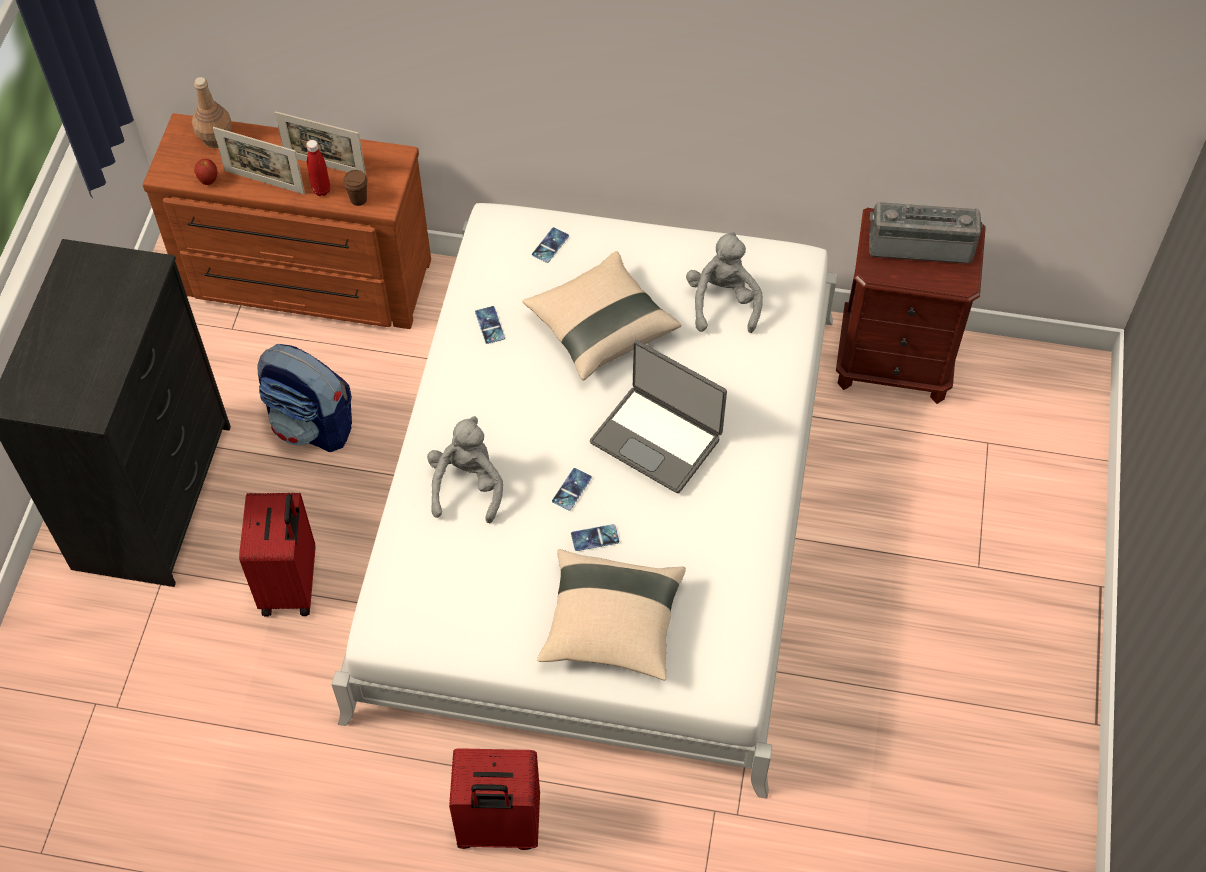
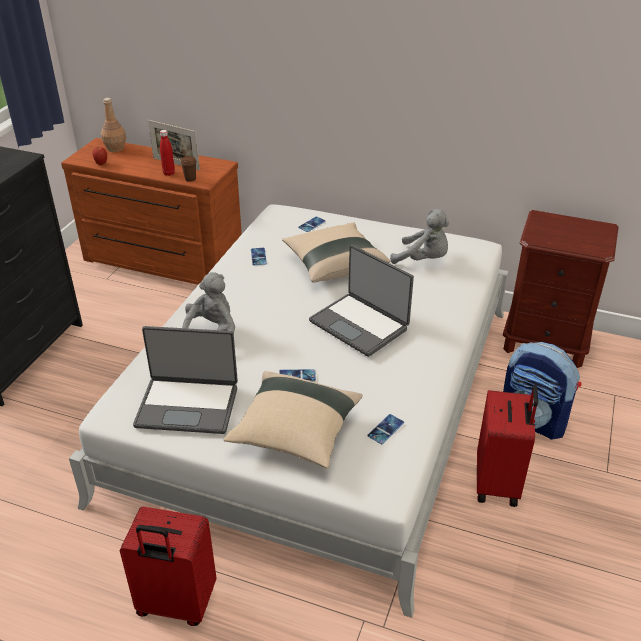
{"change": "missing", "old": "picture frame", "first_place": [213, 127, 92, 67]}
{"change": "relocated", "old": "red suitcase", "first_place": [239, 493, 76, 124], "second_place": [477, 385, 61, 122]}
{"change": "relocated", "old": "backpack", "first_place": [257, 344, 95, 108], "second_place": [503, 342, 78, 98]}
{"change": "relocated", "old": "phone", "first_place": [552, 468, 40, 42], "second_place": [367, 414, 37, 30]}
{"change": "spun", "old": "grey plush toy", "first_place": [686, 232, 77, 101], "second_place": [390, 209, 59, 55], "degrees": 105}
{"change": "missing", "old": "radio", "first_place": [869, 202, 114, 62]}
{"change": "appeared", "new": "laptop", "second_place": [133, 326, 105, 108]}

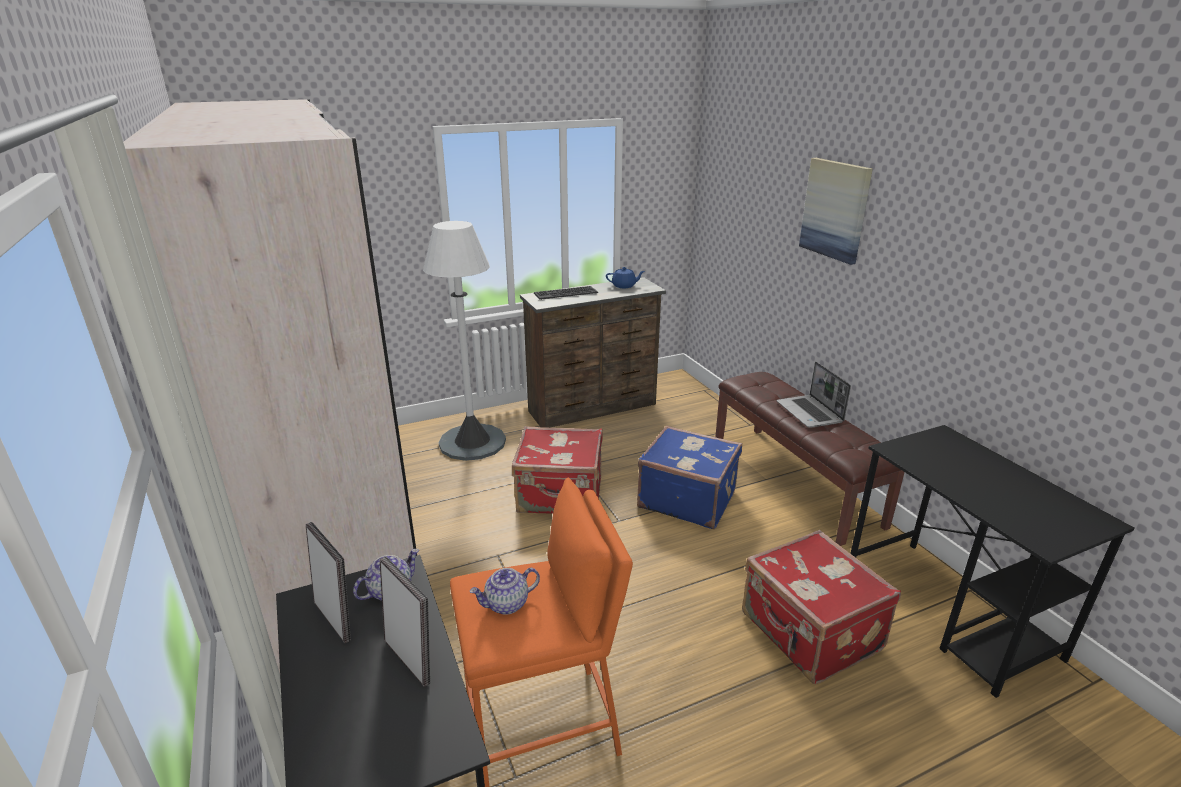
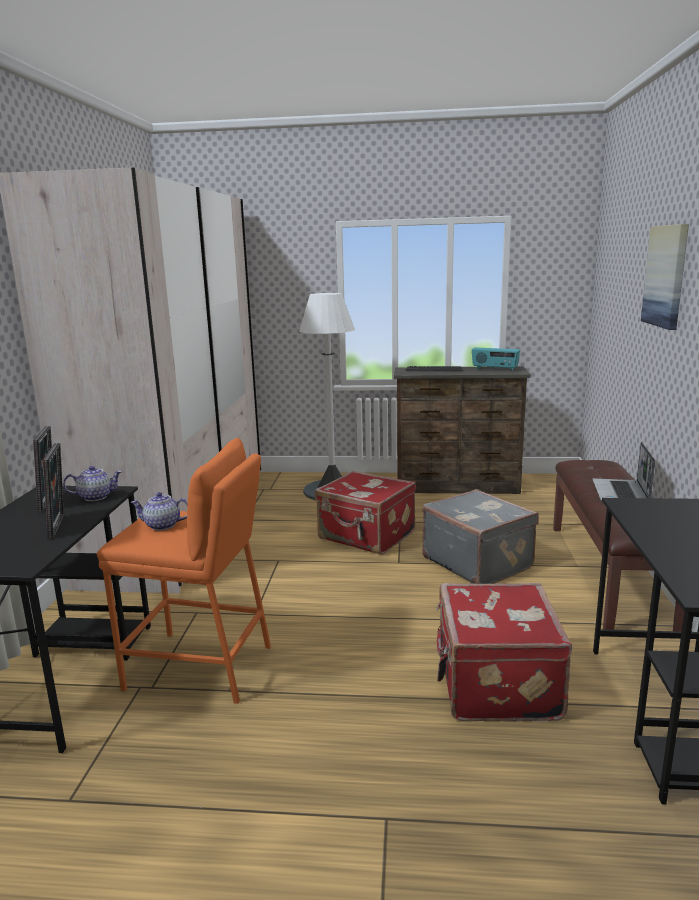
{"change": "exchanged", "old": "blue teapot", "new": "radio", "first_place": [606, 267, 39, 21], "second_place": [472, 348, 48, 23]}
{"change": "colour", "old": "blue suitcase", "new": "grey suitcase", "first_place": [637, 426, 105, 103], "second_place": [422, 489, 117, 95]}

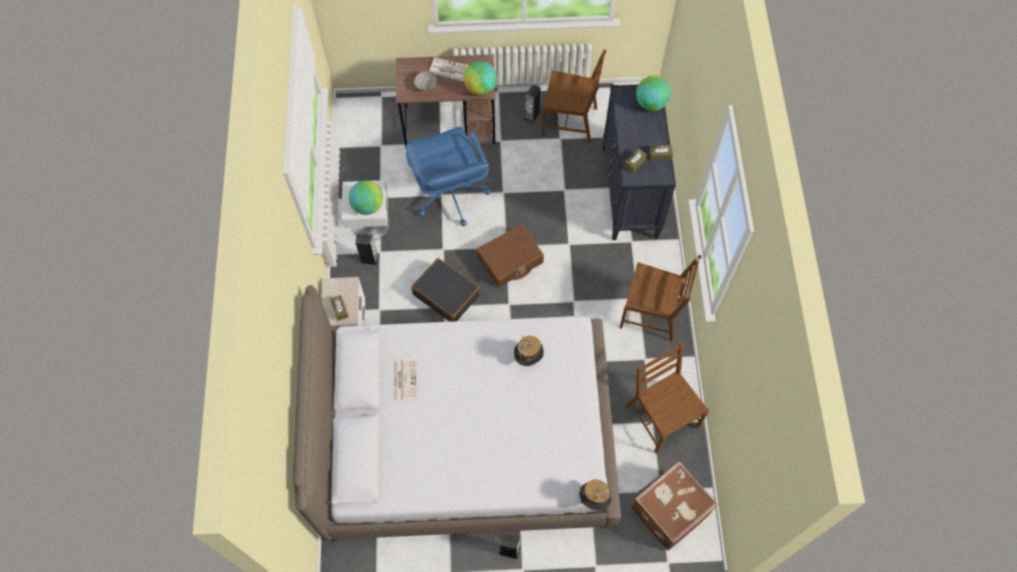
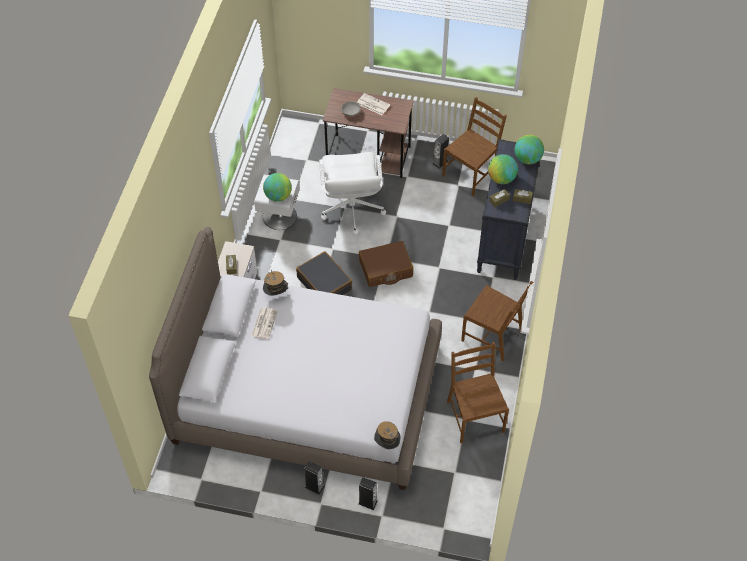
{"change": "relocated", "old": "speaker", "first_place": [355, 233, 24, 32], "second_place": [358, 477, 20, 33]}
{"change": "colour", "old": "blue office chair", "new": "white office chair", "first_place": [406, 127, 85, 99], "second_place": [319, 152, 67, 83]}
{"change": "relocated", "old": "globe", "first_place": [463, 61, 34, 34], "second_place": [488, 154, 30, 30]}
{"change": "relocated", "old": "hat", "first_place": [514, 336, 30, 30], "second_place": [263, 270, 25, 26]}
{"change": "spun", "old": "brown chair", "first_place": [542, 50, 64, 93], "second_place": [442, 97, 65, 99], "degrees": -75}
{"change": "missing", "old": "brown suitcase", "first_place": [631, 461, 87, 90]}

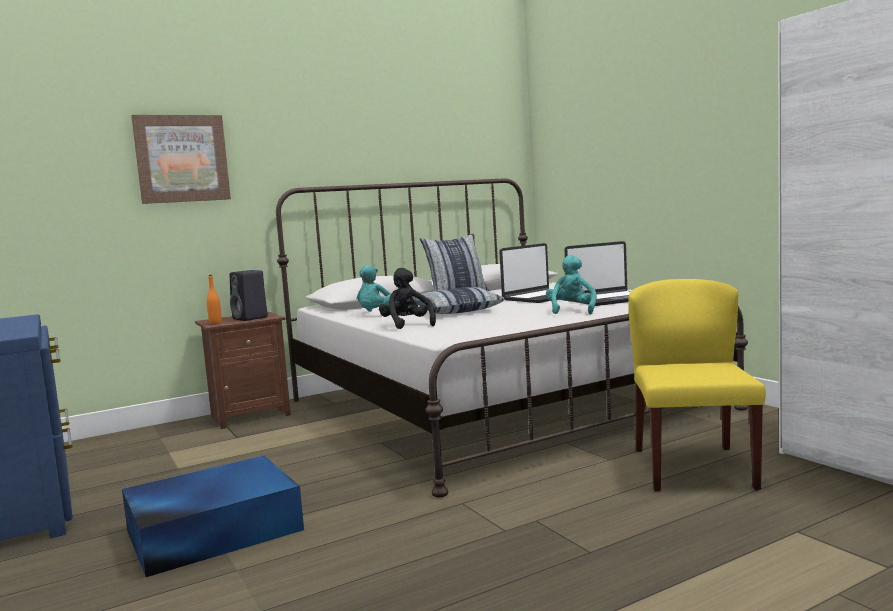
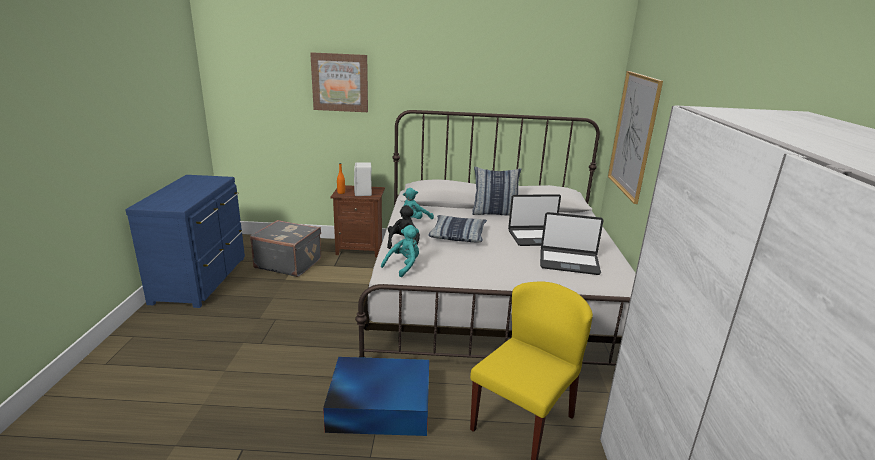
{"change": "relocated", "old": "blue storage box", "first_place": [122, 456, 182, 121], "second_place": [323, 357, 106, 79]}
{"change": "colour", "old": "black speaker", "new": "white speaker", "first_place": [230, 270, 38, 51], "second_place": [354, 162, 18, 34]}
{"change": "relocated", "old": "turquoise plush toy", "first_place": [546, 255, 51, 59], "second_place": [381, 225, 38, 52]}
{"change": "appeared", "new": "grey suitcase", "second_place": [250, 220, 71, 57]}
{"change": "appeared", "new": "picture", "second_place": [608, 71, 55, 133]}

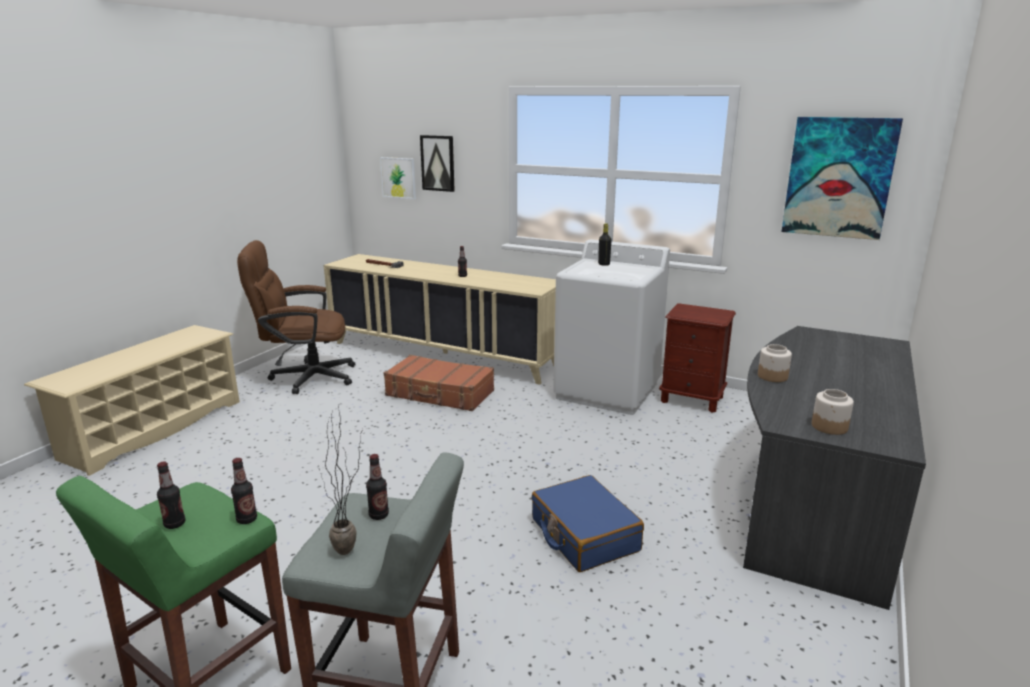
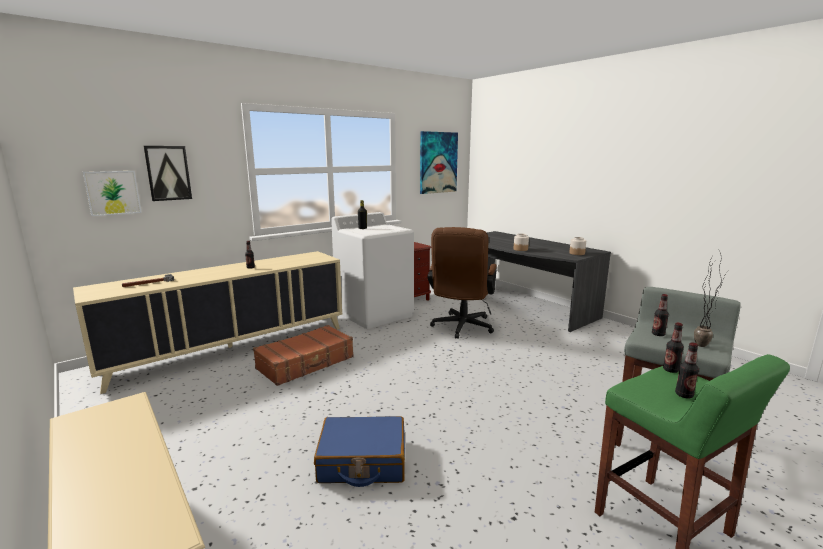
{"change": "relocated", "old": "brown office chair", "first_place": [237, 240, 119, 154], "second_place": [427, 227, 70, 112]}
{"change": "relocated", "old": "blue suitcase", "first_place": [531, 475, 113, 97], "second_place": [314, 416, 91, 71]}

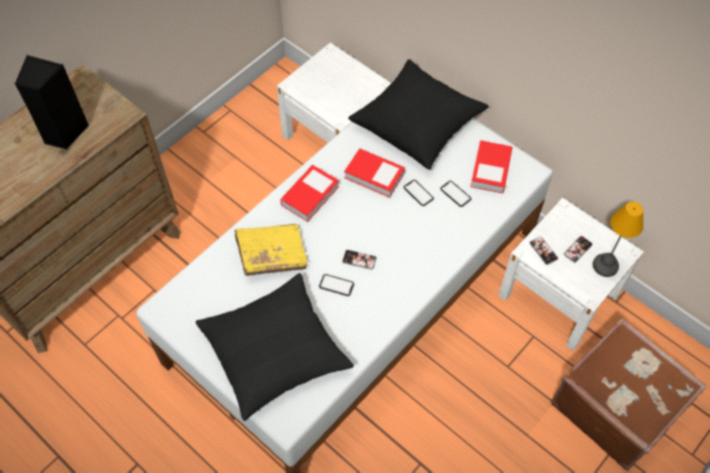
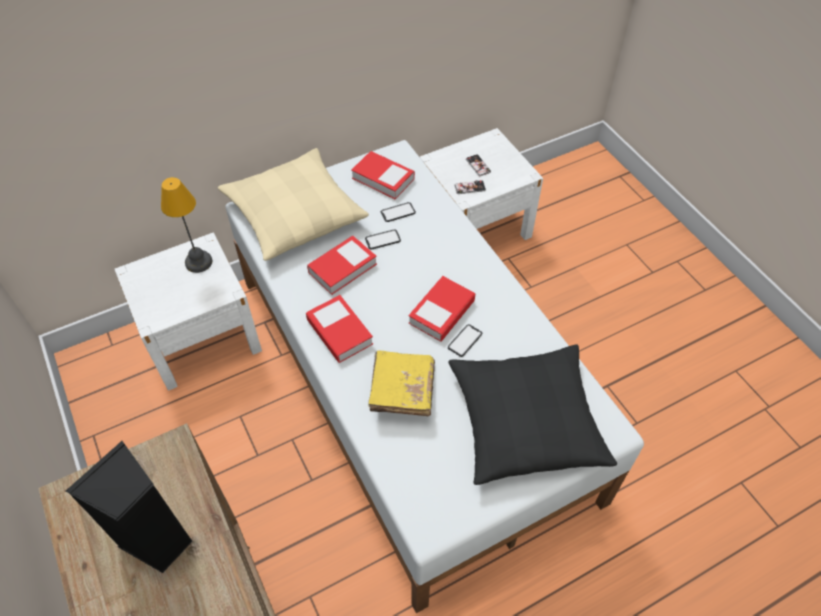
{"change": "exchanged", "old": "phone", "new": "book", "first_place": [342, 250, 35, 20], "second_place": [408, 276, 67, 66]}
{"change": "colour", "old": "black pillow", "new": "beige pillow", "first_place": [348, 59, 141, 111], "second_place": [218, 148, 151, 113]}
{"change": "missing", "old": "brown suitcase", "first_place": [551, 318, 156, 153]}
{"change": "relocated", "old": "table lamp", "first_place": [593, 201, 50, 76], "second_place": [161, 177, 51, 96]}

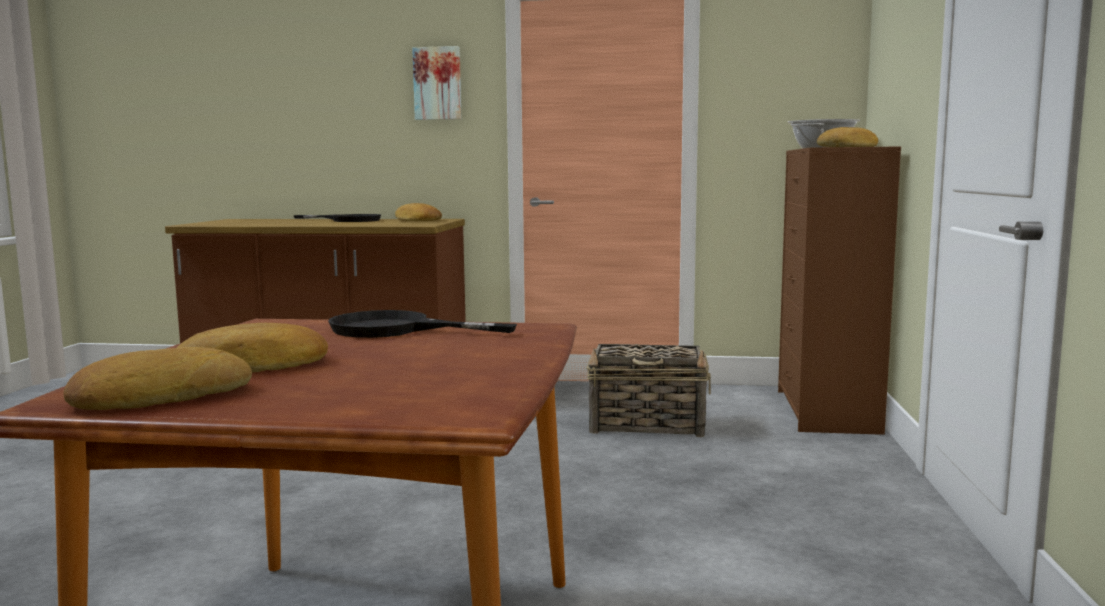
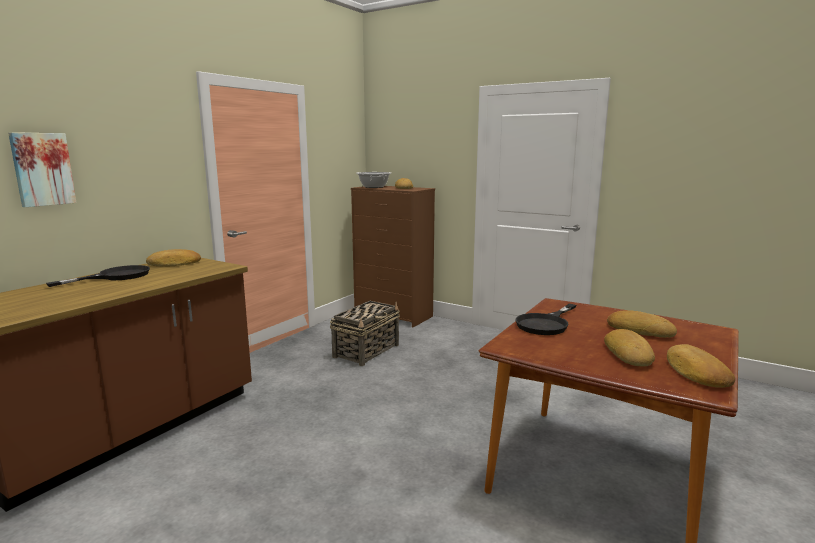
{"change": "relocated", "old": "picture", "first_place": [412, 46, 50, 74], "second_place": [8, 132, 68, 75]}
{"change": "appeared", "new": "bread", "second_place": [607, 310, 70, 28]}

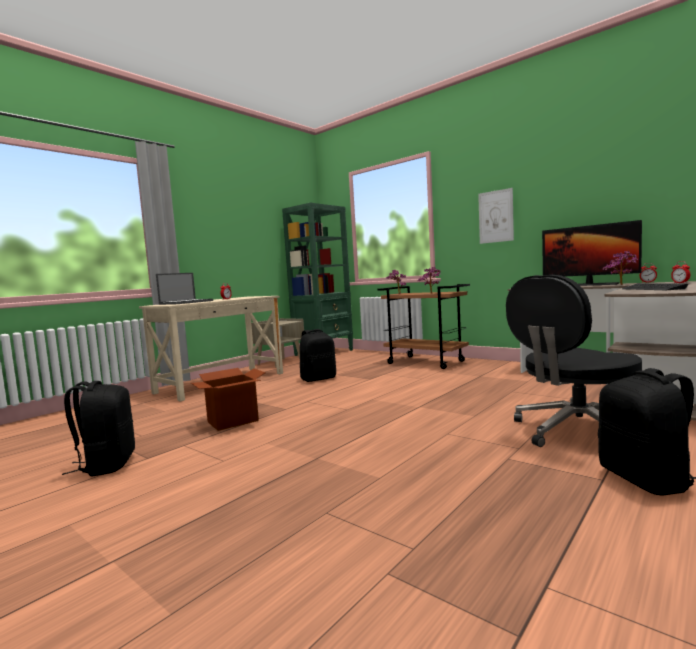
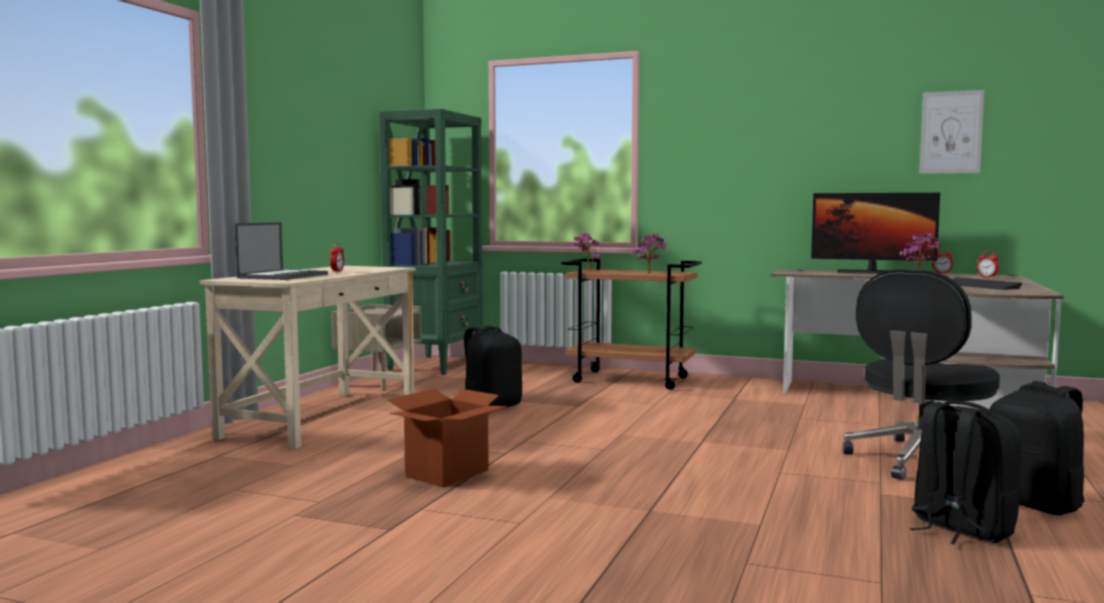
{"change": "relocated", "old": "black backpack", "first_place": [62, 381, 73, 95], "second_place": [909, 400, 113, 144]}
{"change": "relocated", "old": "picture", "first_place": [478, 188, 36, 56], "second_place": [919, 90, 66, 84]}

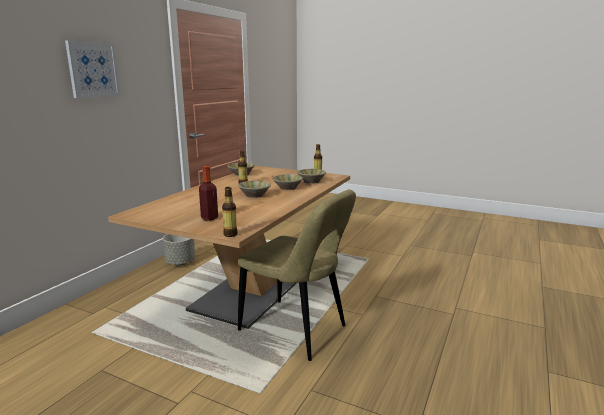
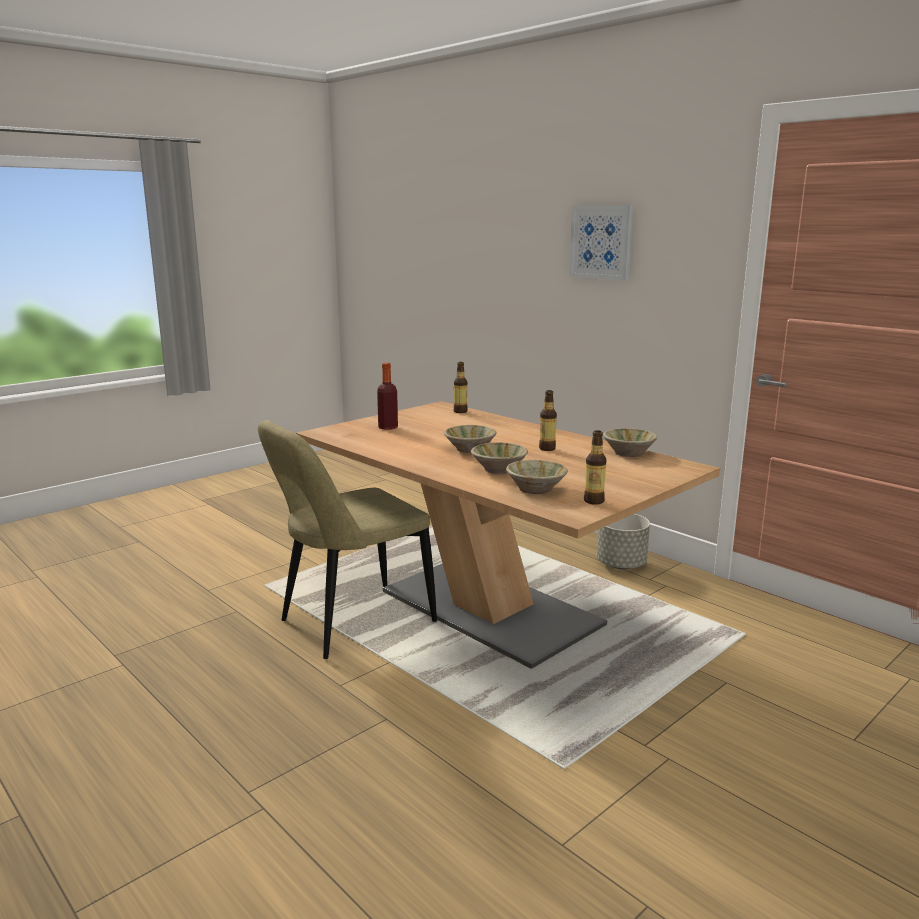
{"change": "relocated", "old": "bottle", "first_place": [222, 187, 16, 50], "second_place": [454, 362, 14, 51]}

